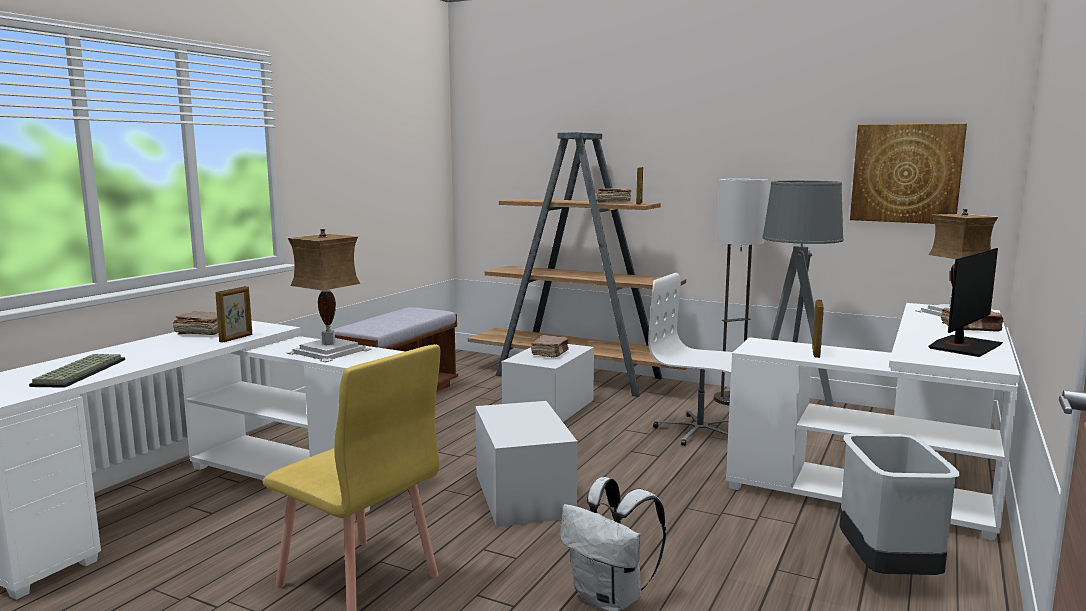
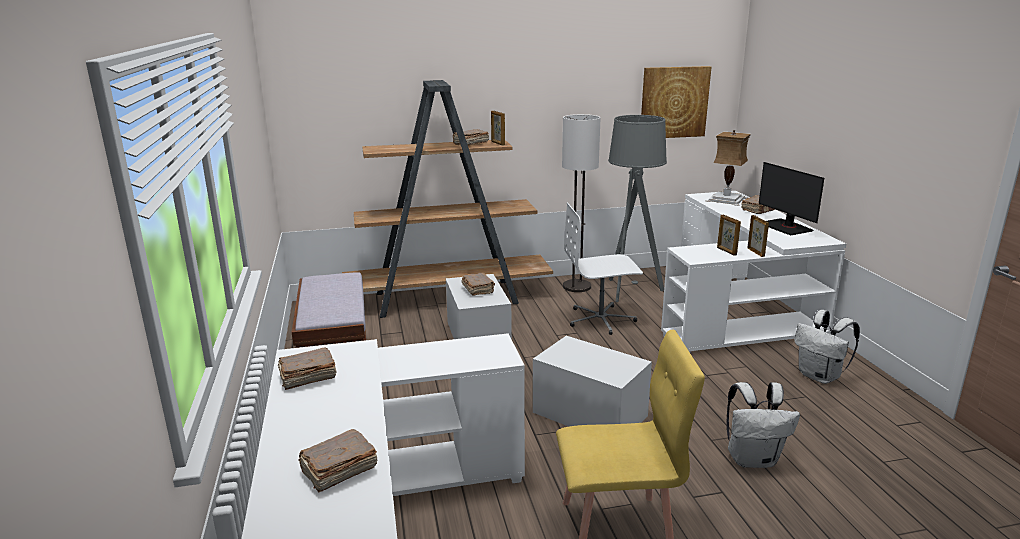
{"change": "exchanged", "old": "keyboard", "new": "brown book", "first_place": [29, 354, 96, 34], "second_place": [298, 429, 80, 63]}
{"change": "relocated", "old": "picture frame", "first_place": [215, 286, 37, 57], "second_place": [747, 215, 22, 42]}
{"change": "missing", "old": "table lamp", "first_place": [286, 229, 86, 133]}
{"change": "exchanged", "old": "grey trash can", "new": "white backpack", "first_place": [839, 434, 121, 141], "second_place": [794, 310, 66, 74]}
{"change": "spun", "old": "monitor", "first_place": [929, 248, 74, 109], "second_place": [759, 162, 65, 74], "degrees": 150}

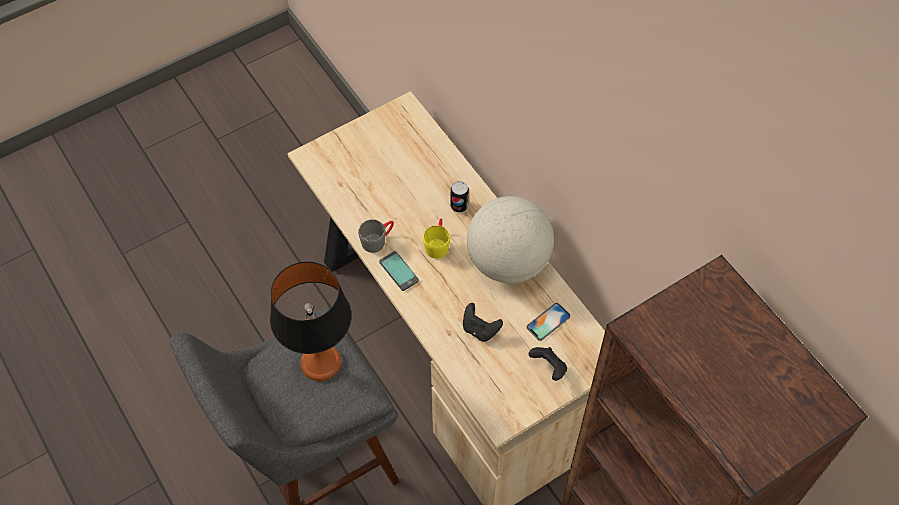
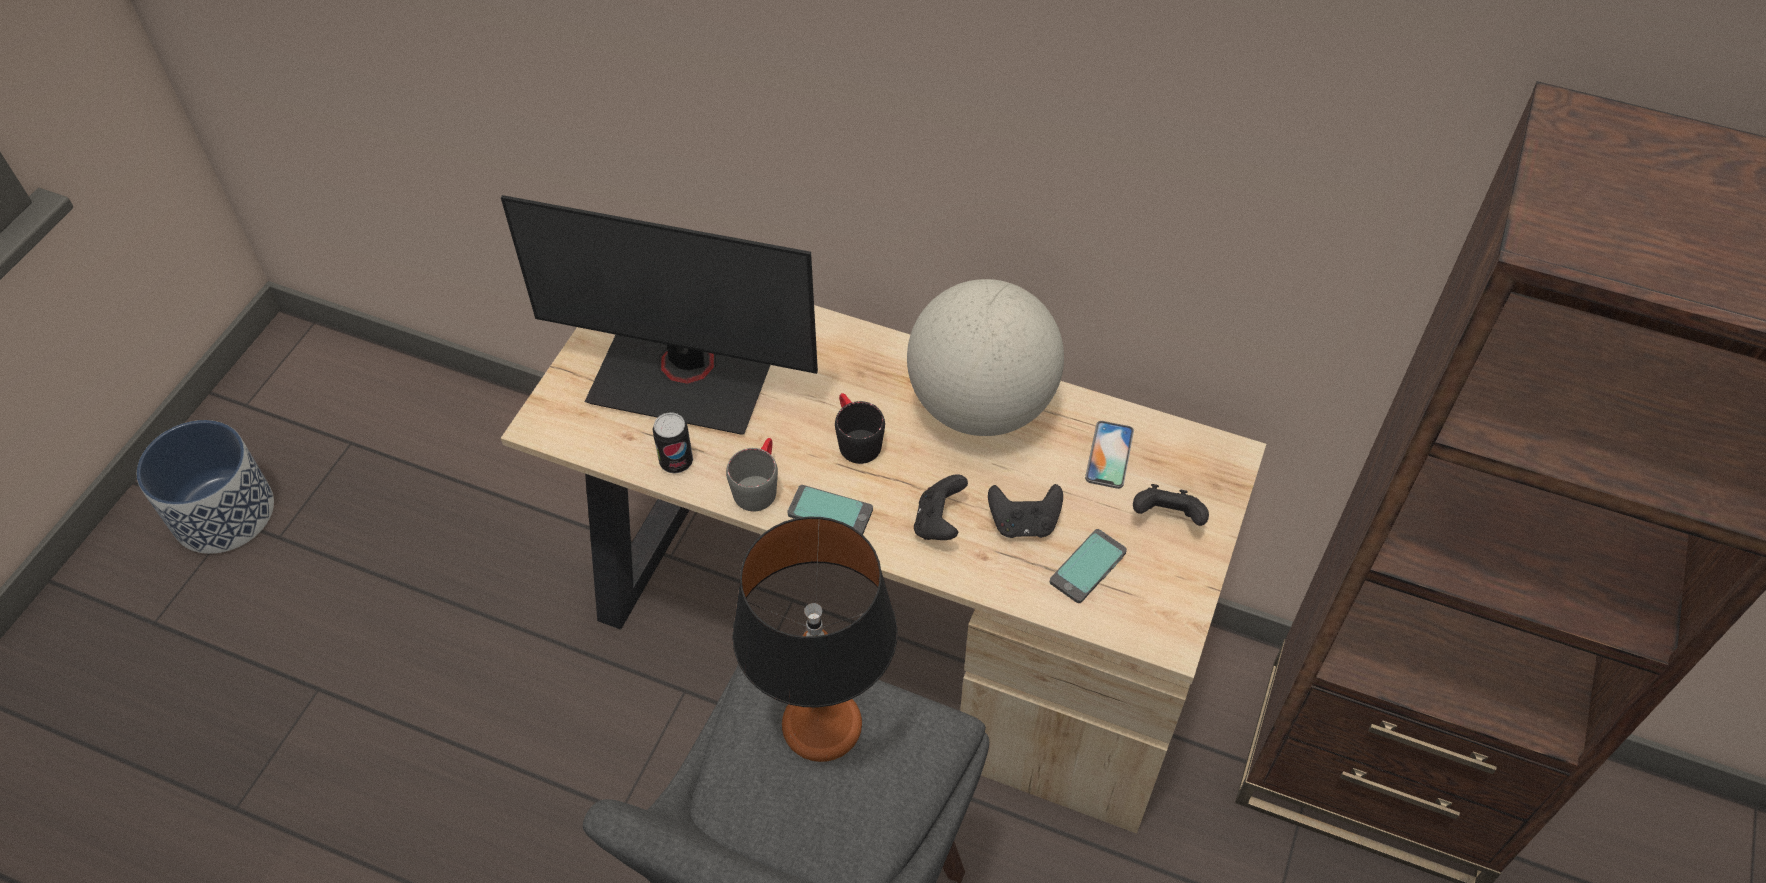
{"change": "colour", "old": "yellow mug", "new": "black mug", "first_place": [423, 218, 27, 41], "second_place": [835, 393, 50, 71]}
{"change": "relocated", "old": "can", "first_place": [451, 181, 18, 32], "second_place": [653, 412, 40, 62]}
{"change": "appeared", "new": "planter", "second_place": [136, 420, 138, 134]}
{"change": "appeared", "new": "monitor", "second_place": [501, 195, 317, 240]}
{"change": "appeared", "new": "black game controller", "second_place": [914, 475, 54, 65]}
{"change": "appeared", "new": "phone", "second_place": [1050, 529, 77, 74]}

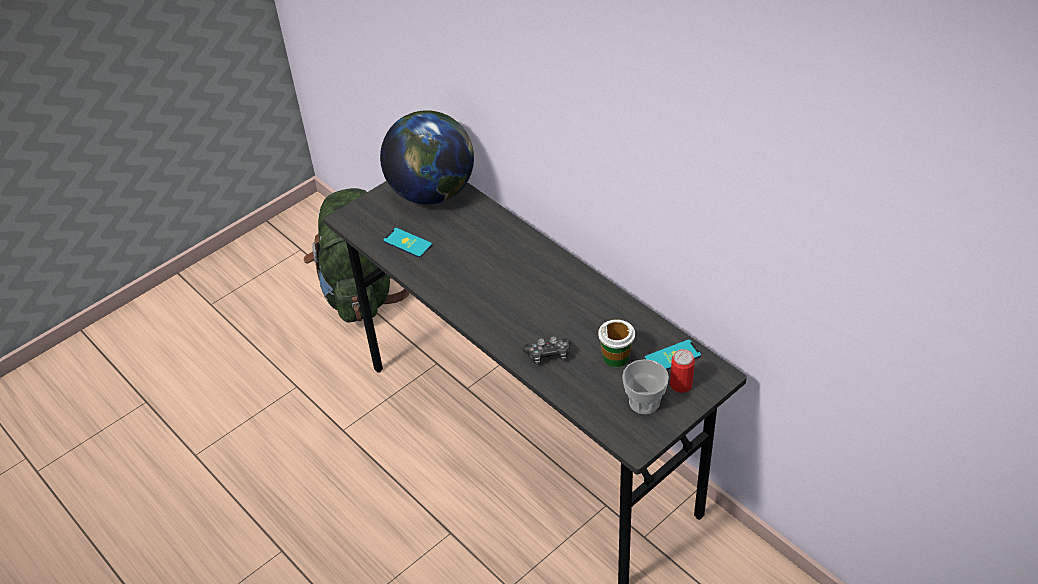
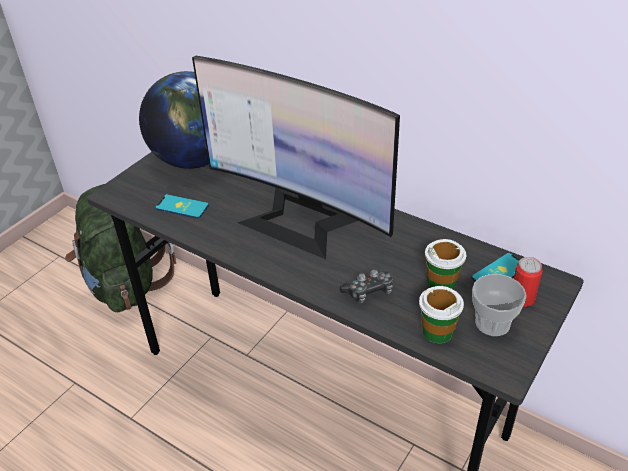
{"change": "appeared", "new": "monitor", "second_place": [192, 56, 208, 203]}
{"change": "appeared", "new": "cup", "second_place": [419, 286, 45, 57]}

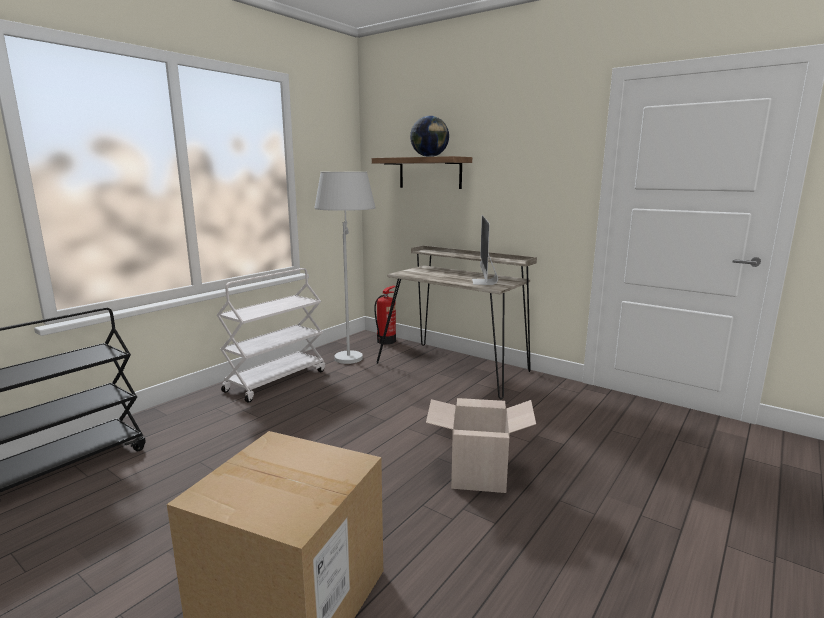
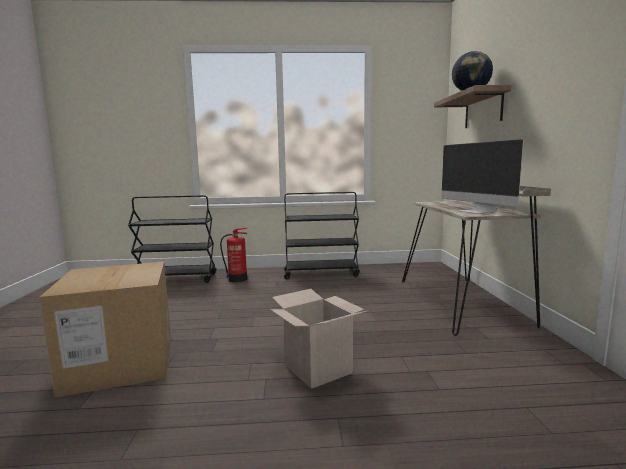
{"change": "colour", "old": "white cart", "new": "black cart", "first_place": [217, 268, 108, 135], "second_place": [284, 192, 76, 87]}
{"change": "missing", "old": "white floor lamp", "first_place": [315, 172, 60, 192]}
{"change": "relocated", "old": "fire extinguisher", "first_place": [374, 286, 22, 58], "second_place": [220, 227, 29, 55]}
{"change": "spun", "old": "monitor", "first_place": [472, 215, 26, 70], "second_place": [441, 139, 82, 75], "degrees": -75}

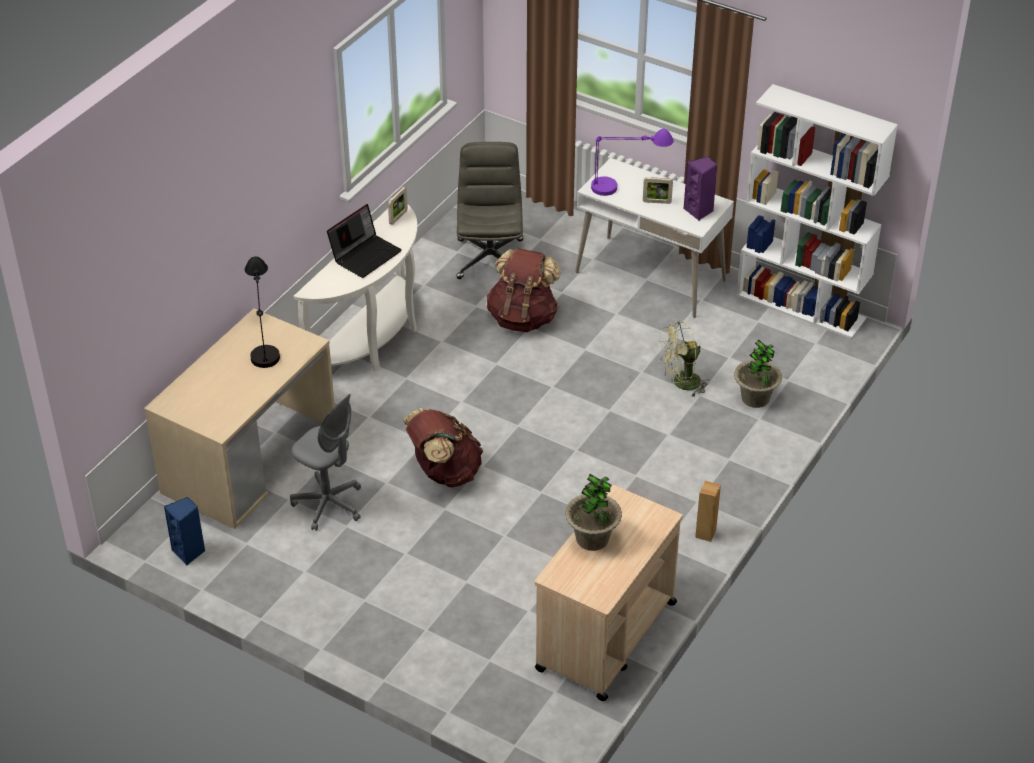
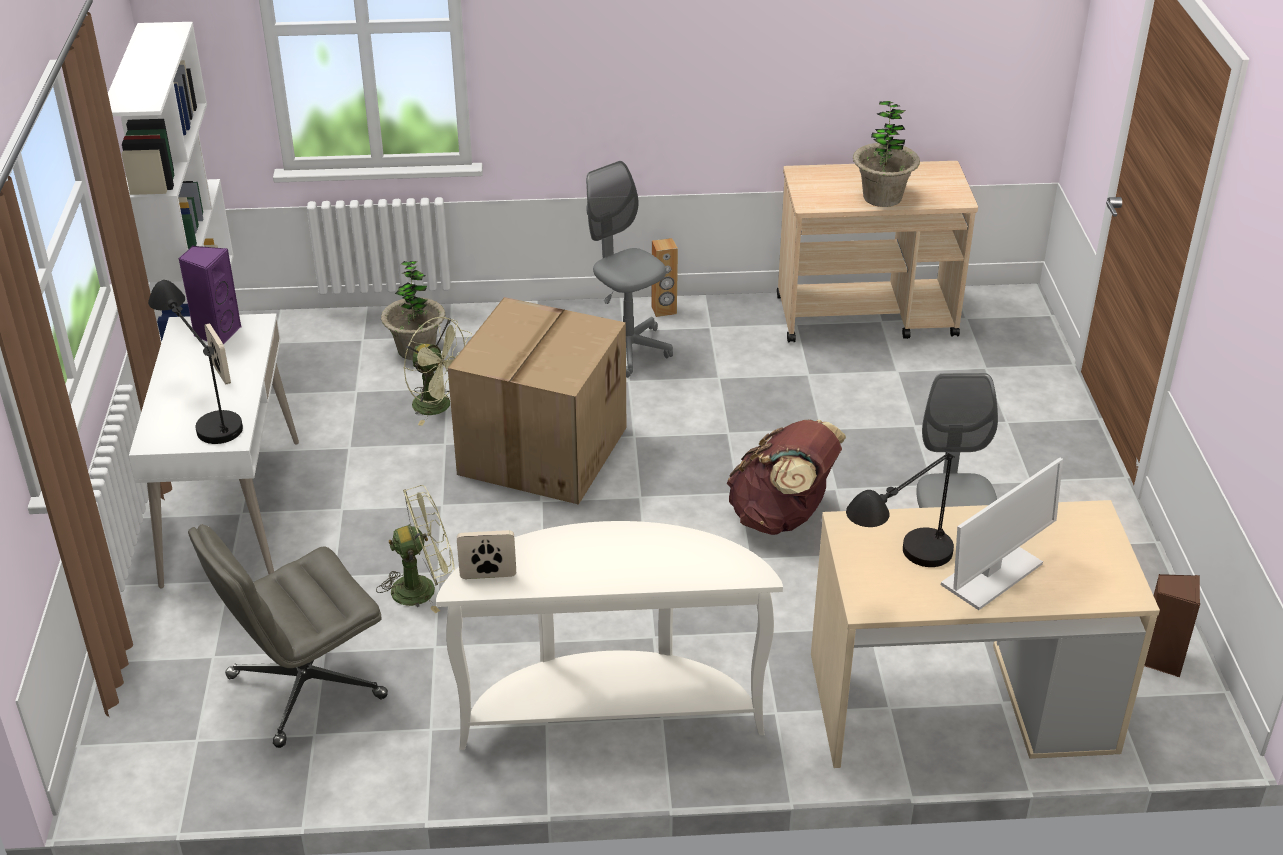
{"change": "colour", "old": "blue speaker", "new": "brown speaker", "first_place": [164, 497, 41, 69], "second_place": [1144, 574, 57, 103]}
{"change": "missing", "old": "laptop", "first_place": [327, 204, 75, 74]}
{"change": "exchanged", "old": "brown backpack", "new": "green fan", "first_place": [487, 249, 74, 83], "second_place": [376, 485, 79, 128]}
{"change": "colour", "old": "purple table lamp", "new": "black table lamp", "first_place": [591, 129, 83, 67], "second_place": [148, 280, 95, 164]}
{"change": "appeared", "new": "cardboard box", "second_place": [448, 297, 178, 208]}
{"change": "appeared", "new": "grey office chair", "second_place": [586, 161, 87, 217]}
{"change": "appeared", "new": "monitor", "second_place": [941, 458, 122, 152]}

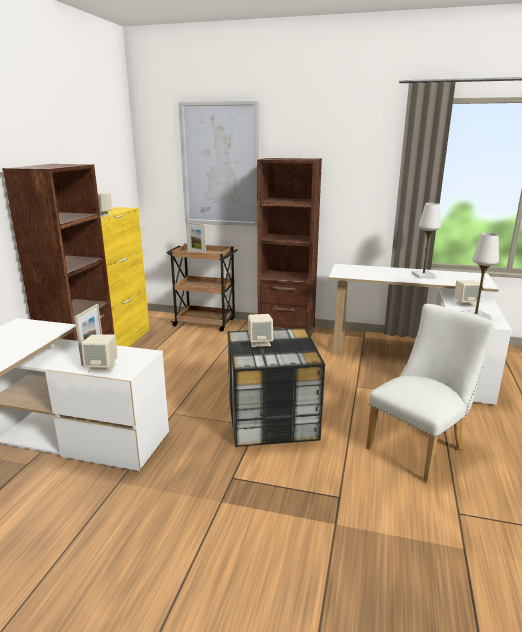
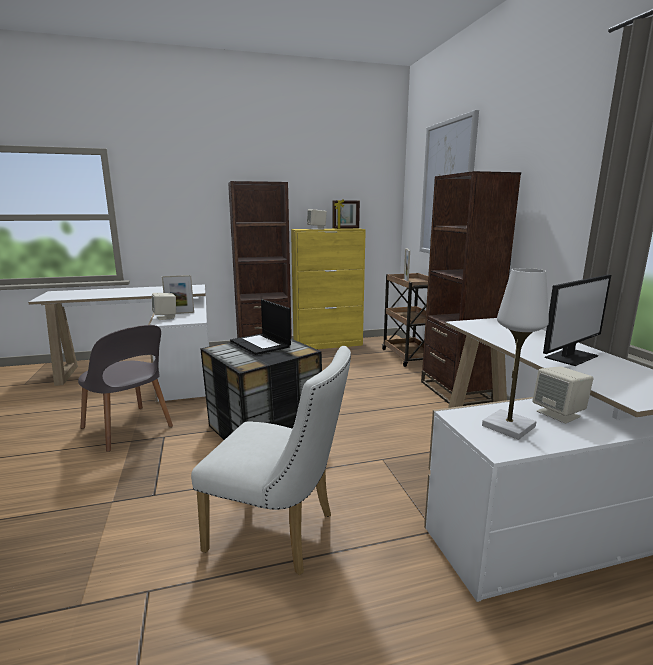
{"change": "exchanged", "old": "beige speaker", "new": "laptop", "first_place": [248, 314, 25, 33], "second_place": [230, 299, 61, 56]}
{"change": "exchanged", "old": "white table lamp", "new": "monitor", "first_place": [412, 203, 29, 75], "second_place": [543, 275, 68, 91]}
{"change": "appeared", "new": "grey chair", "second_place": [78, 325, 95, 127]}
{"change": "appeared", "new": "picture frame", "second_place": [332, 200, 28, 29]}

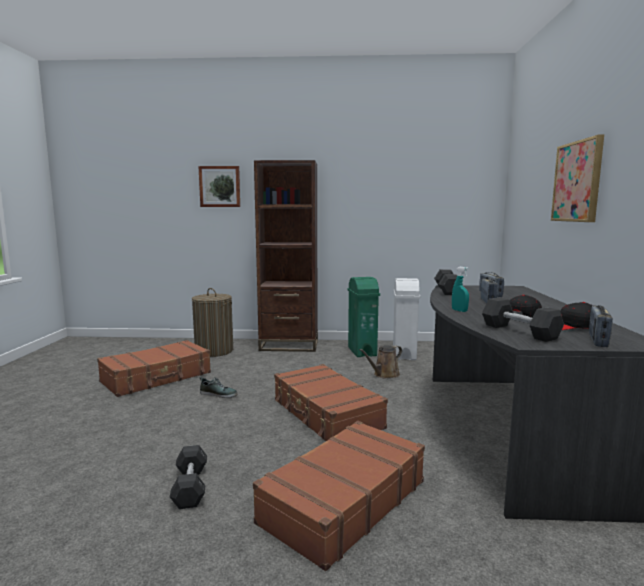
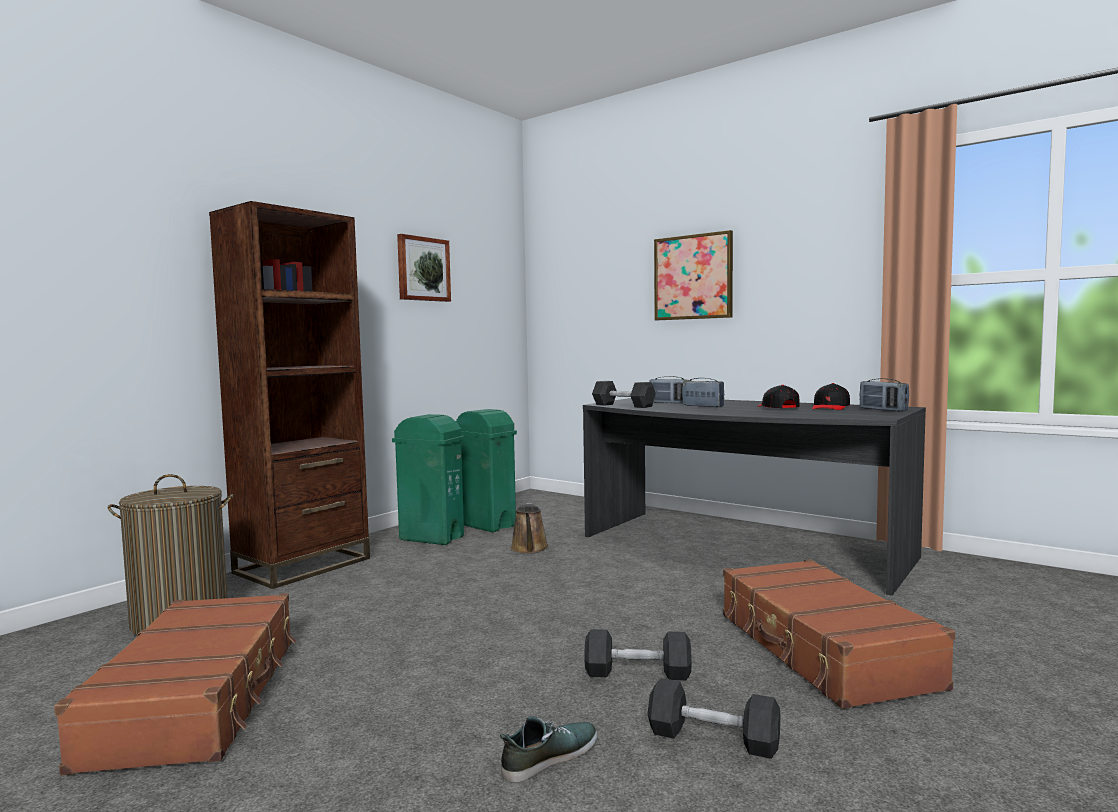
{"change": "relocated", "old": "picture", "first_place": [198, 166, 42, 41], "second_place": [397, 234, 54, 68]}
{"change": "relocated", "old": "shoe", "first_place": [199, 377, 38, 21], "second_place": [500, 717, 98, 66]}
{"change": "missing", "old": "brown suitcase", "first_place": [274, 364, 114, 77]}
{"change": "colour", "old": "white trash can", "new": "green trash can", "first_place": [393, 278, 27, 82], "second_place": [456, 409, 61, 124]}
{"change": "missing", "old": "turquoise spray bottle", "first_place": [452, 267, 17, 45]}
{"change": "relocated", "old": "grey dumbbell", "first_place": [482, 298, 82, 44], "second_place": [584, 629, 108, 51]}

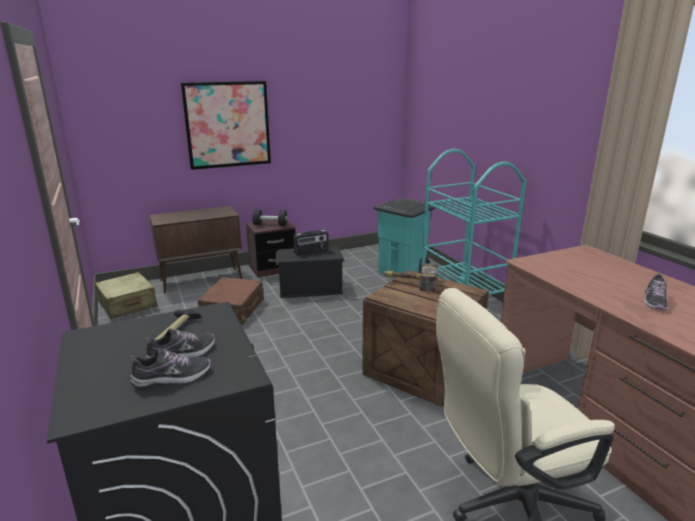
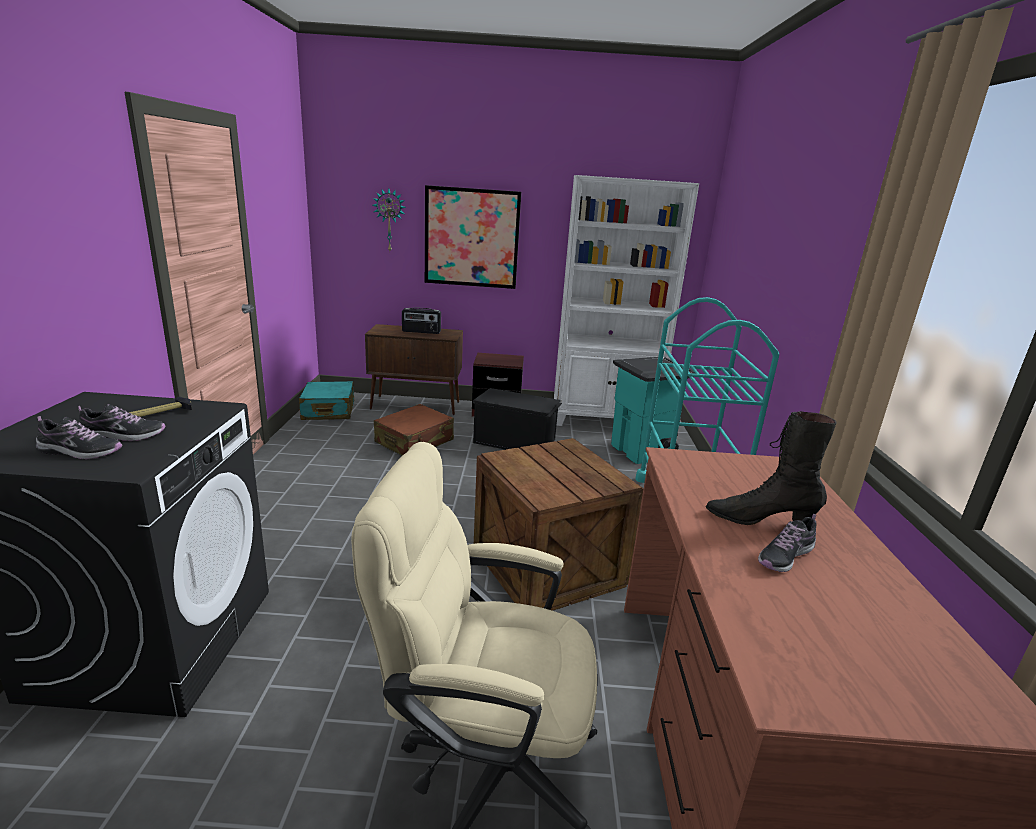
{"change": "colour", "old": "beige suitcase", "new": "turquoise suitcase", "first_place": [95, 272, 63, 47], "second_place": [299, 381, 55, 39]}
{"change": "missing", "old": "black dumbbell", "first_place": [252, 210, 35, 16]}
{"change": "relocated", "old": "radio", "first_place": [293, 230, 36, 26], "second_place": [402, 307, 39, 27]}
{"change": "missing", "old": "hammer", "first_place": [383, 263, 55, 29]}
{"change": "appeared", "new": "wall clock", "second_place": [373, 189, 33, 62]}
{"change": "appeared", "new": "white bookcase", "second_place": [554, 175, 145, 251]}
{"change": "appeared", "new": "black boot", "second_place": [705, 411, 132, 114]}

